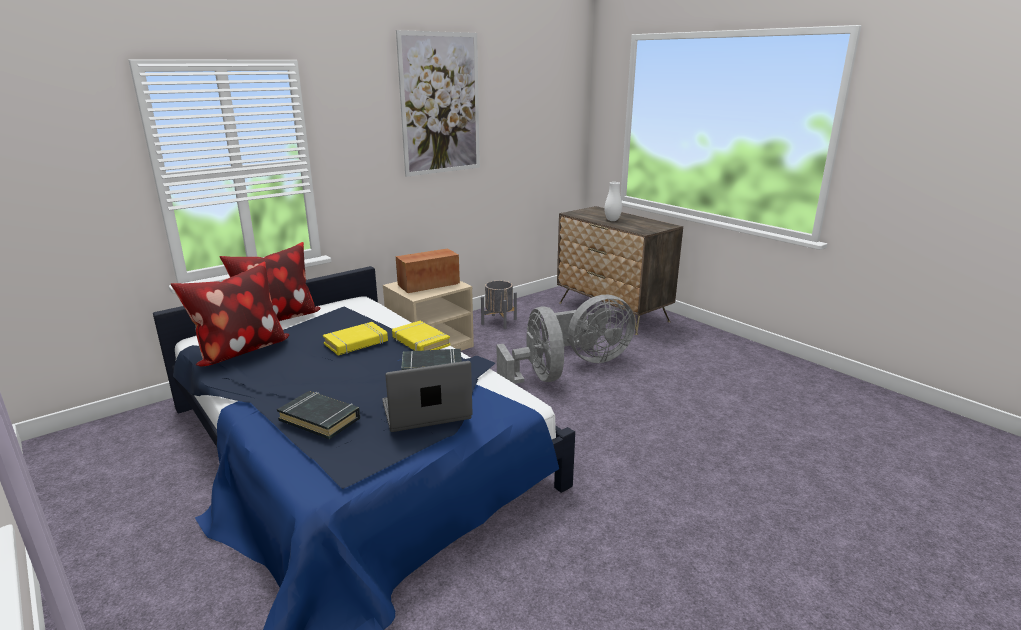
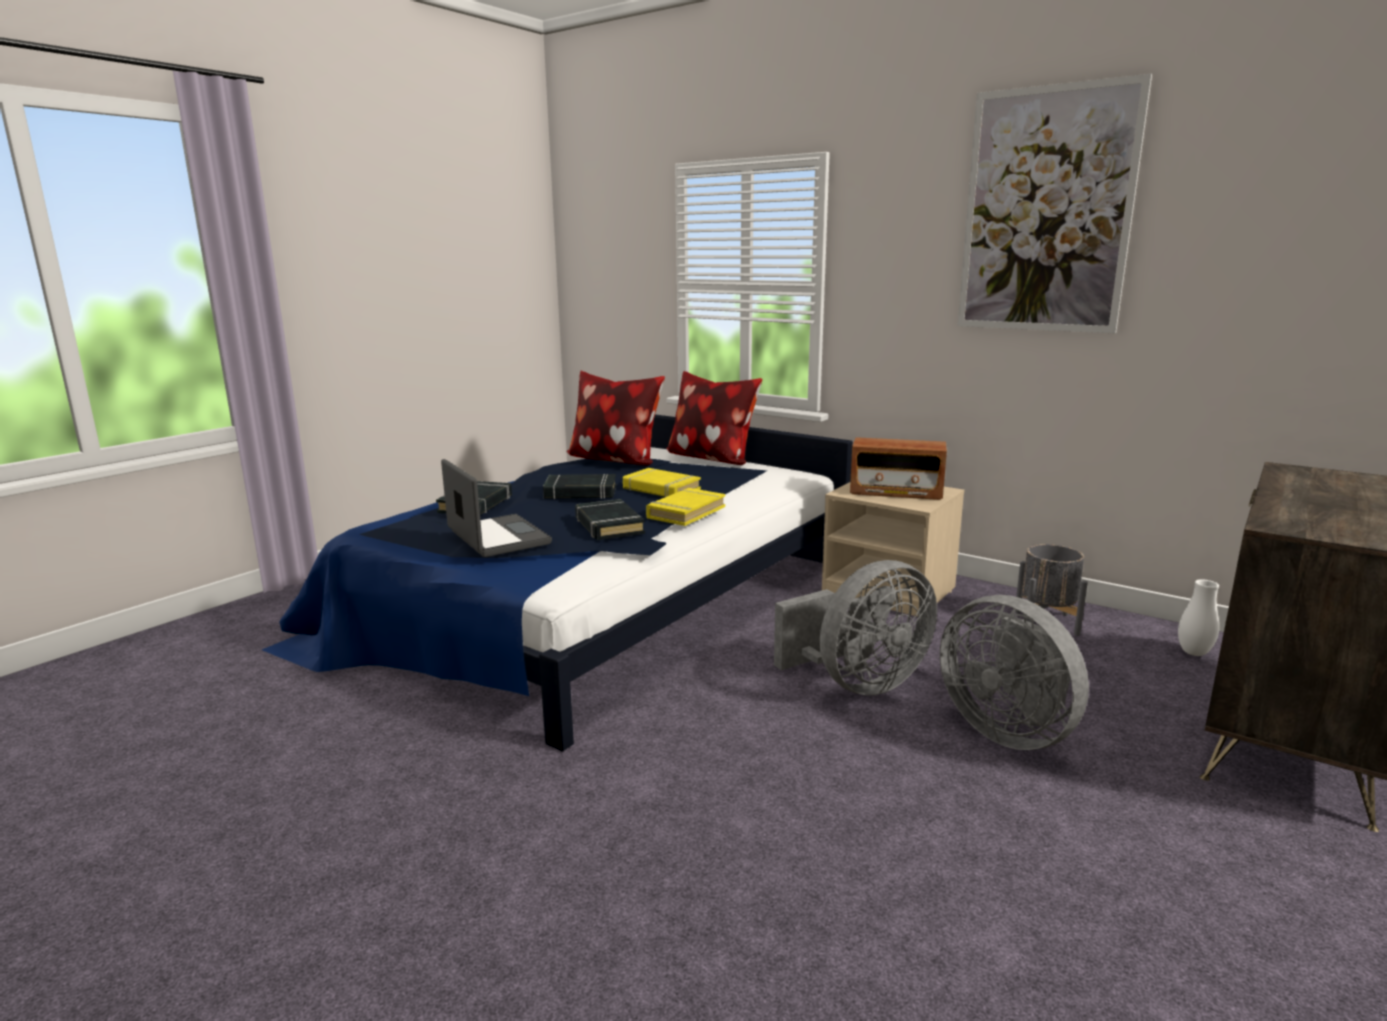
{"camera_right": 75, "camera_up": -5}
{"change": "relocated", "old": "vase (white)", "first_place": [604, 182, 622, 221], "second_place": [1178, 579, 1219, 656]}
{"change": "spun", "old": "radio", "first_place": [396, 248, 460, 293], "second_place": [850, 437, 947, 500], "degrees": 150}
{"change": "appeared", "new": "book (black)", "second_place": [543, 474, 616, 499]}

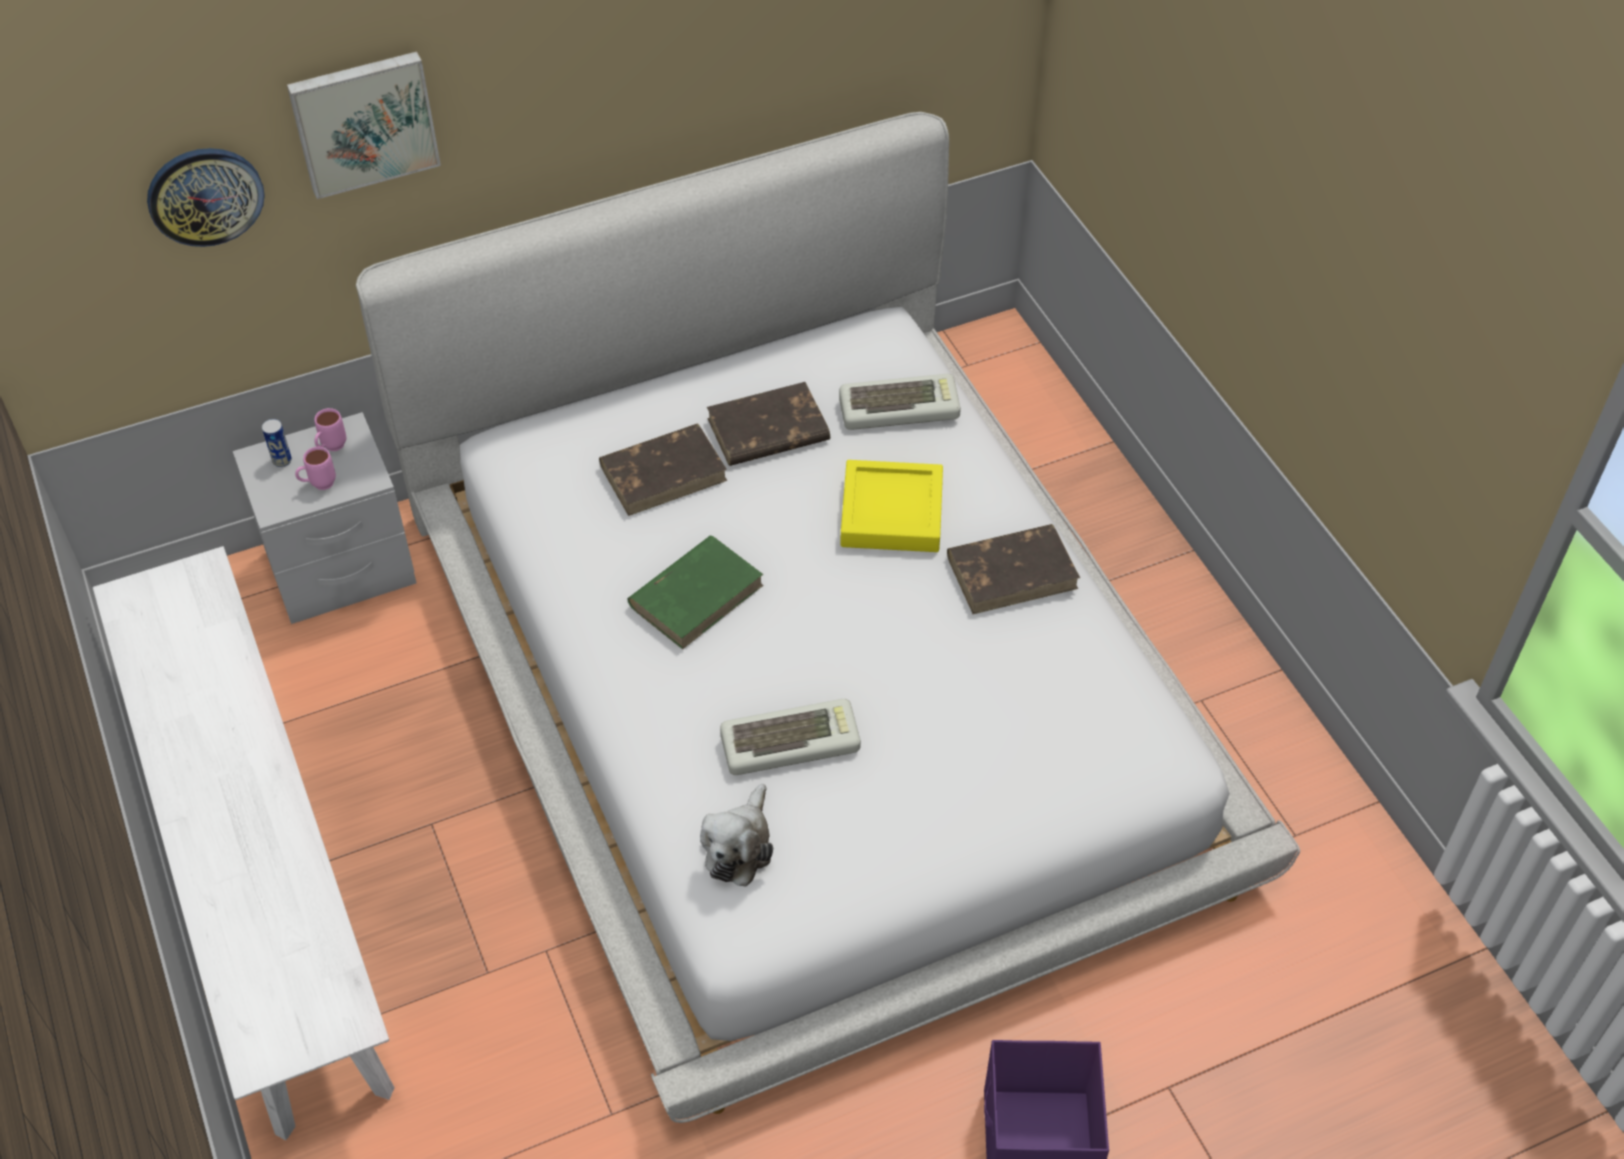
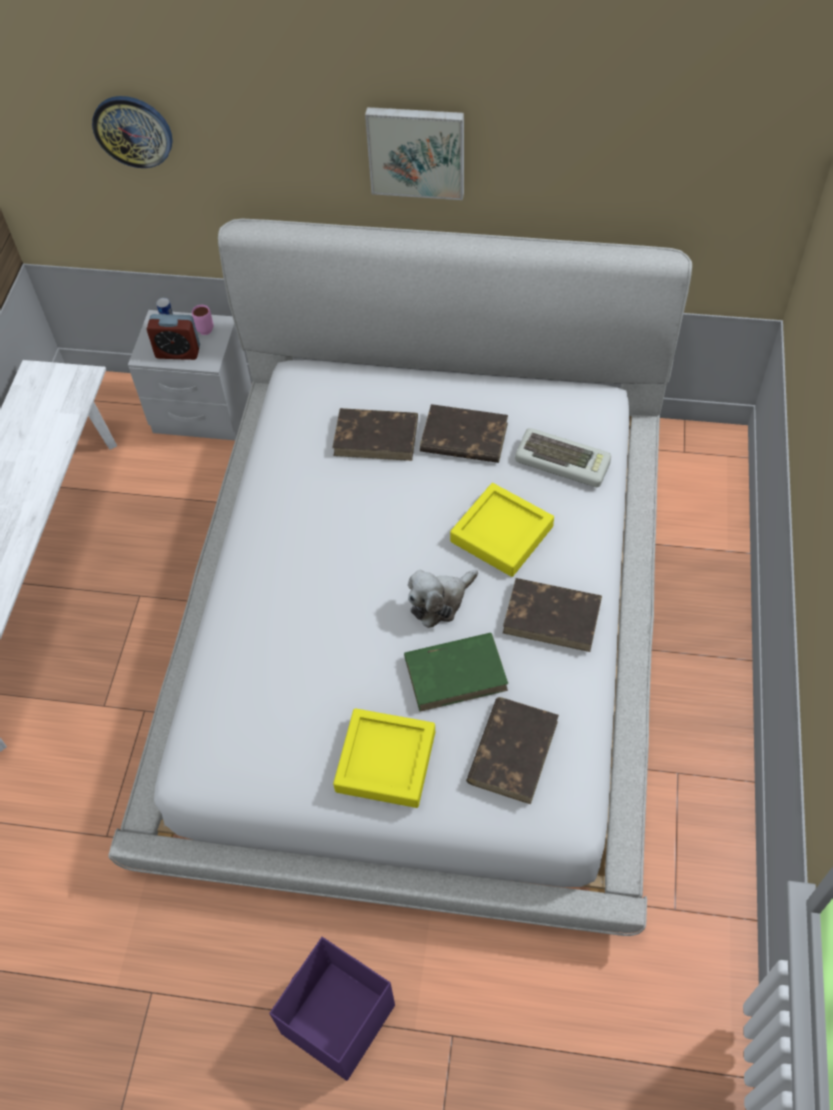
{"camera_right": 35, "camera_up": 5}
{"change": "relocated", "old": "picture", "first_place": [287, 51, 441, 199], "second_place": [365, 107, 464, 200]}
{"change": "exchanged", "old": "mug (pink)", "new": "alarm clock", "first_place": [295, 447, 336, 490], "second_place": [147, 314, 200, 360]}
{"change": "relocated", "old": "book (green)", "first_place": [628, 536, 764, 649], "second_place": [404, 633, 508, 712]}
{"change": "missing", "old": "keyboard", "first_place": [720, 699, 861, 775]}
{"change": "relocated", "old": "plush toy", "first_place": [700, 784, 773, 887], "second_place": [408, 570, 478, 628]}
{"change": "appeared", "new": "book (brown)", "second_place": [466, 697, 559, 804]}
{"change": "appeared", "new": "tray (yellow)", "second_place": [333, 708, 435, 808]}

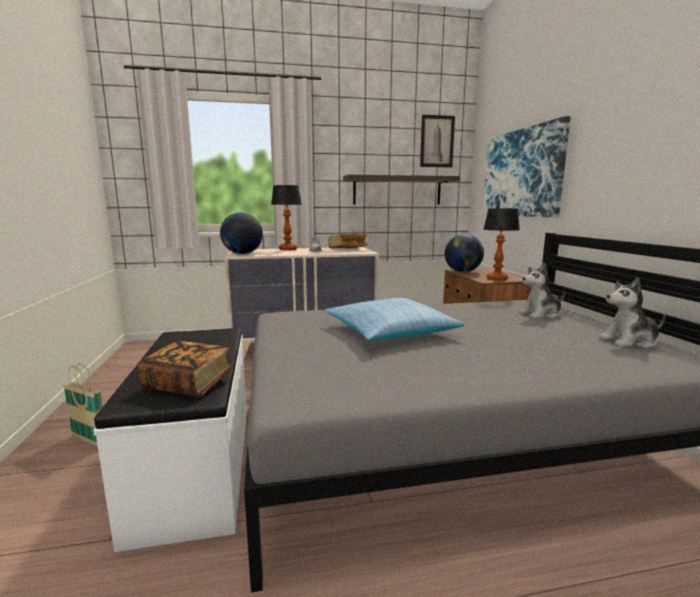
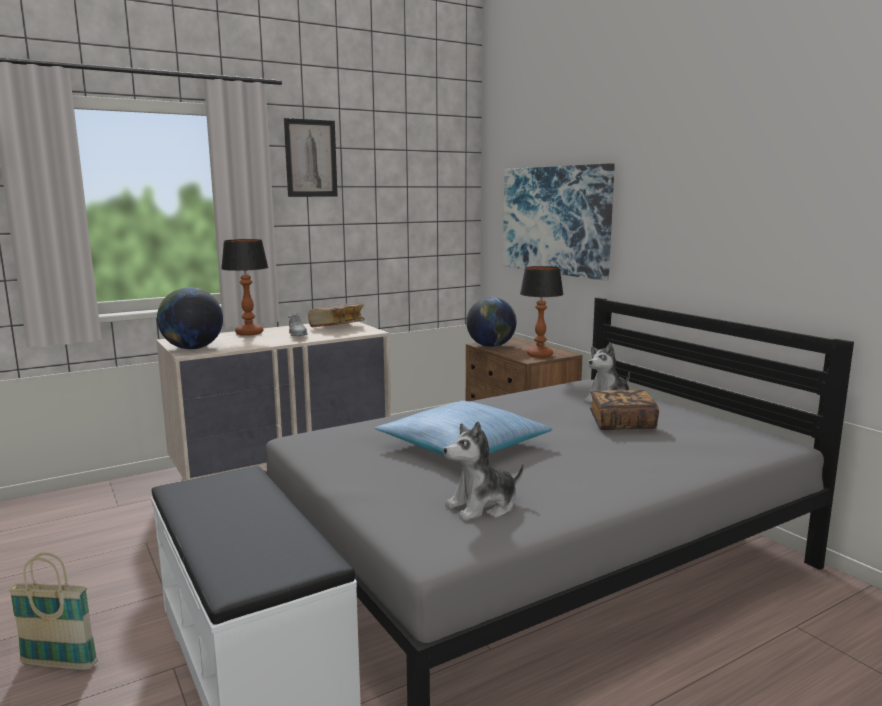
{"camera_right": -20, "camera_up": 0}
{"change": "relocated", "old": "picture", "first_place": [420, 114, 455, 167], "second_place": [284, 118, 338, 197]}
{"change": "missing", "old": "shelf", "first_place": [343, 174, 460, 205]}
{"change": "relocated", "old": "plush toy", "first_place": [599, 277, 665, 348], "second_place": [444, 421, 524, 521]}
{"change": "relocated", "old": "book", "first_place": [137, 341, 233, 397], "second_place": [590, 390, 659, 430]}

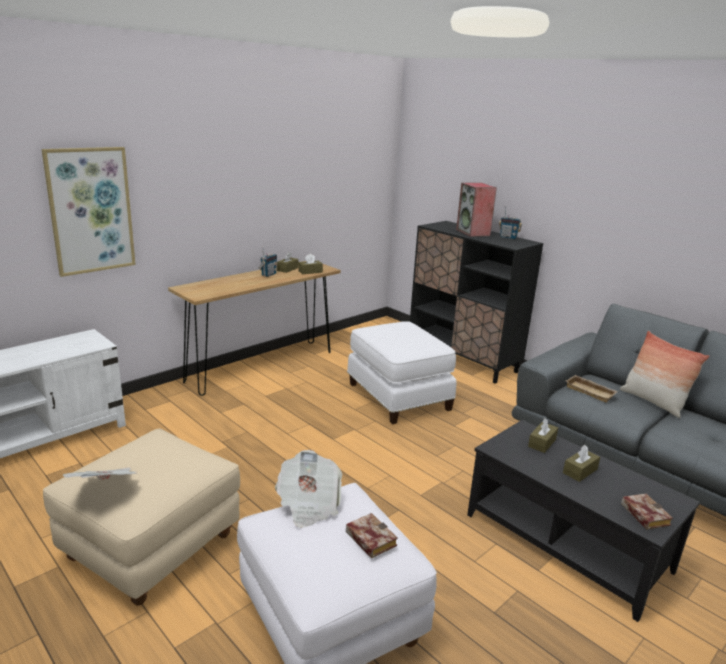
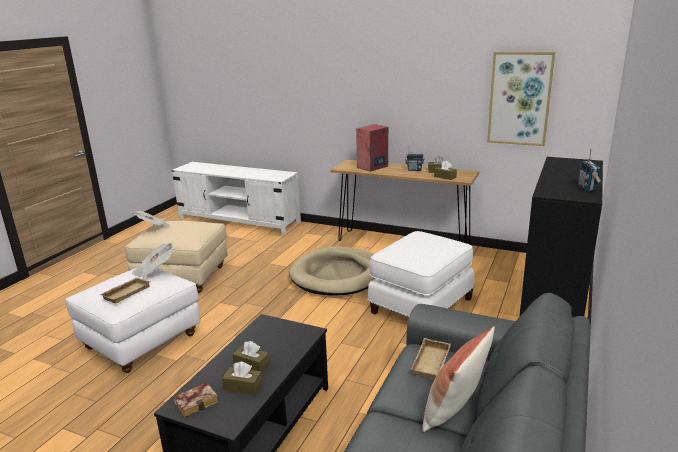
{"camera_right": 70, "camera_up": 0}
{"change": "relocated", "old": "picture", "first_place": [41, 147, 136, 277], "second_place": [487, 52, 555, 146]}
{"change": "relocated", "old": "speaker", "first_place": [456, 183, 497, 237], "second_place": [356, 124, 388, 172]}
{"change": "relocated", "old": "tissue box (brown)", "first_place": [528, 418, 558, 453], "second_place": [222, 362, 262, 395]}
{"change": "exchanged", "old": "book", "new": "tray (beige)", "first_place": [346, 513, 398, 558], "second_place": [99, 277, 150, 304]}
{"change": "appeared", "new": "dog bed (beige)", "second_place": [289, 246, 375, 296]}

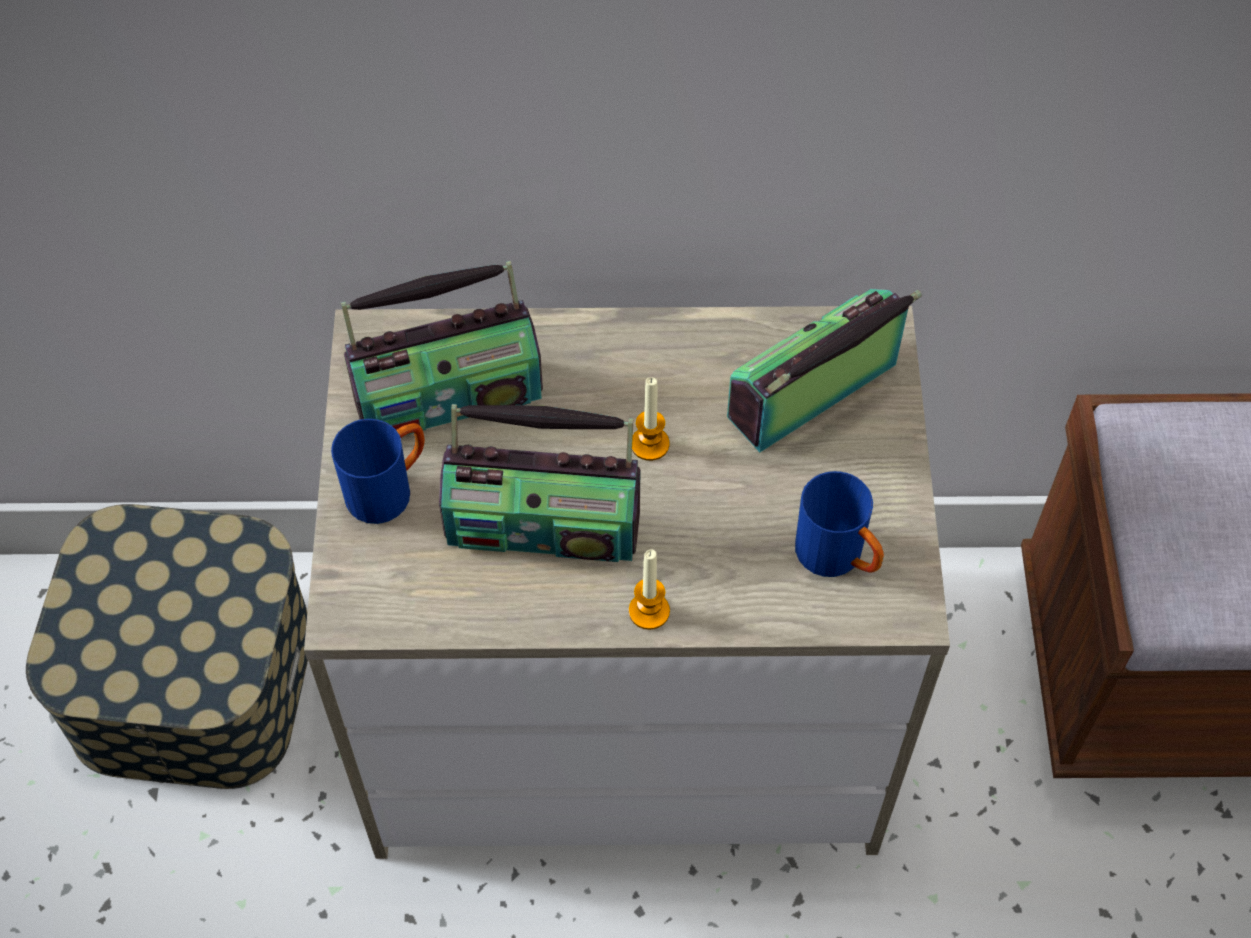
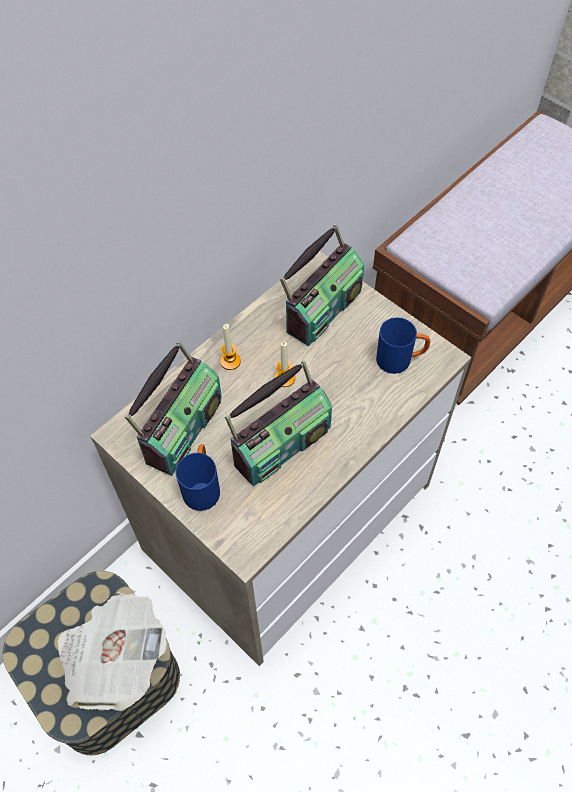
{"camera_right": -45, "camera_up": 0}
{"change": "spun", "old": "radio", "first_place": [727, 289, 922, 452], "second_place": [280, 224, 364, 346], "degrees": -150}
{"change": "relocated", "old": "candle", "first_place": [629, 549, 670, 630], "second_place": [220, 324, 241, 370]}
{"change": "appeared", "new": "newspaper", "second_place": [57, 592, 167, 711]}

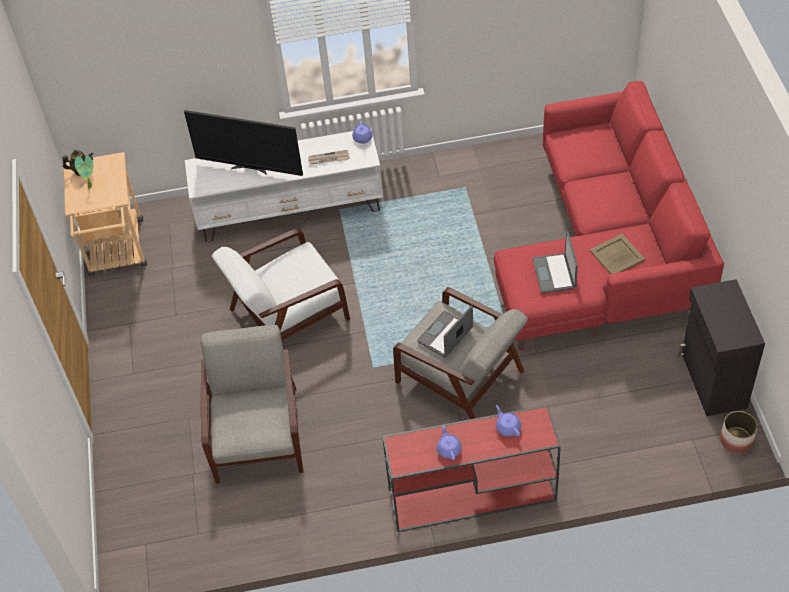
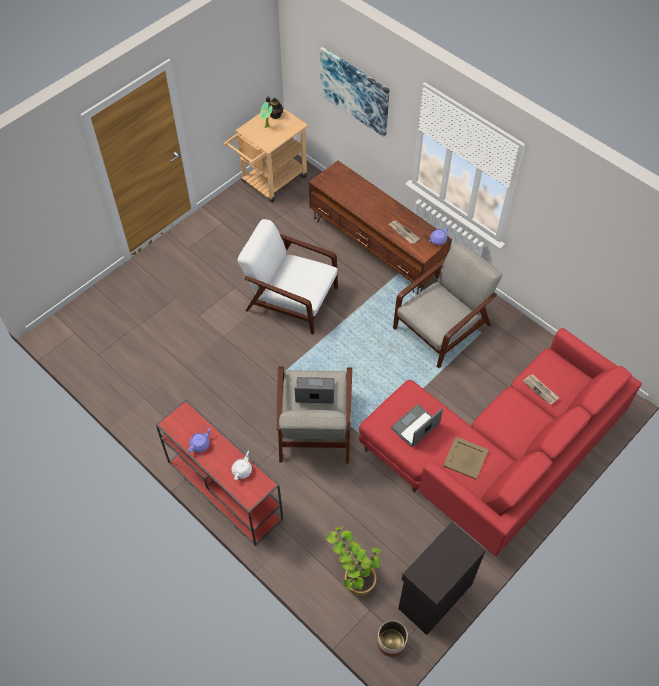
{"camera_right": 50, "camera_up": 5}
{"change": "missing", "old": "television", "first_place": [184, 110, 303, 176]}
{"change": "colour", "old": "tv stand (white)", "new": "tv stand (brown)", "first_place": [185, 128, 383, 242], "second_place": [309, 160, 452, 295]}
{"change": "relocated", "old": "armchair (grey)", "first_place": [201, 325, 304, 484], "second_place": [393, 241, 502, 368]}
{"change": "colour", "old": "teapot (purple)", "new": "teapot (white)", "first_place": [496, 405, 521, 437], "second_place": [232, 451, 252, 481]}
{"change": "appeared", "new": "picture", "second_place": [320, 47, 390, 137]}
{"change": "appeared", "new": "newspaper", "second_place": [523, 375, 559, 405]}
{"change": "appeared", "new": "potted plant", "second_place": [326, 526, 382, 596]}

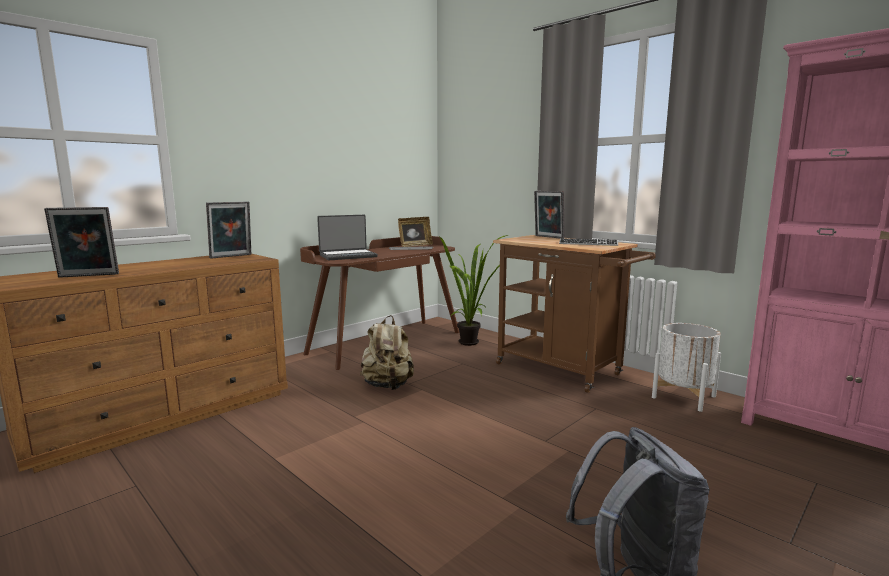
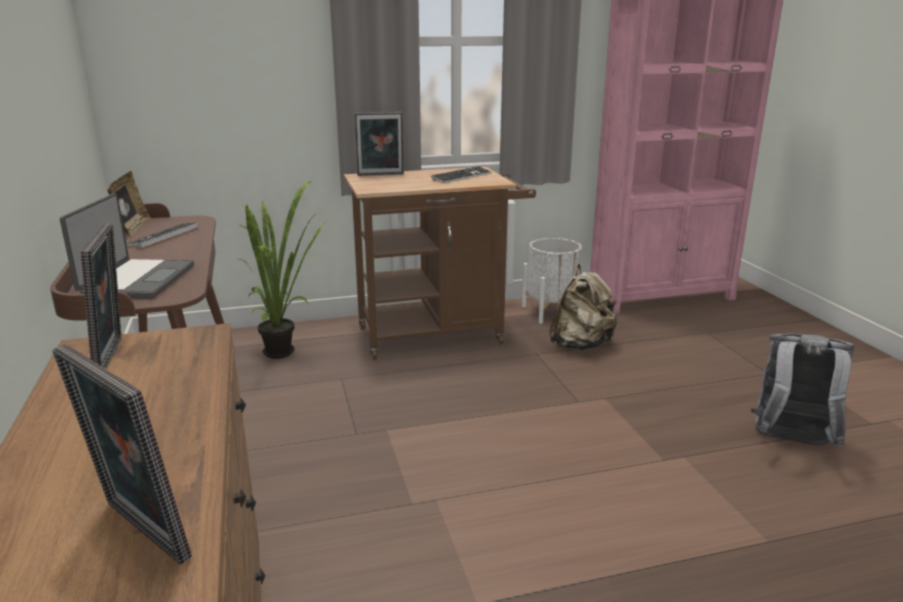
{"camera_right": -60, "camera_up": 10}
{"change": "spun", "old": "picture frame", "first_place": [44, 207, 119, 278], "second_place": [52, 344, 192, 564], "degrees": 120}
{"change": "relocated", "old": "backpack (beige)", "first_place": [360, 315, 414, 390], "second_place": [549, 264, 618, 350]}

